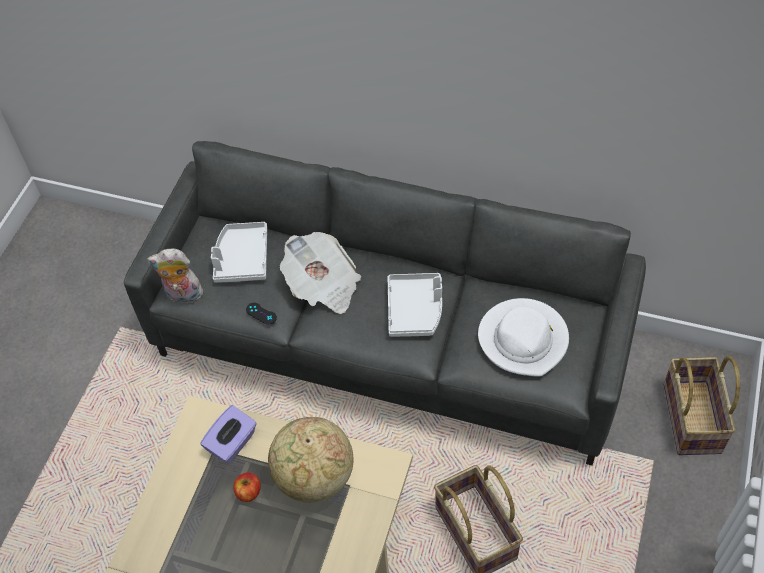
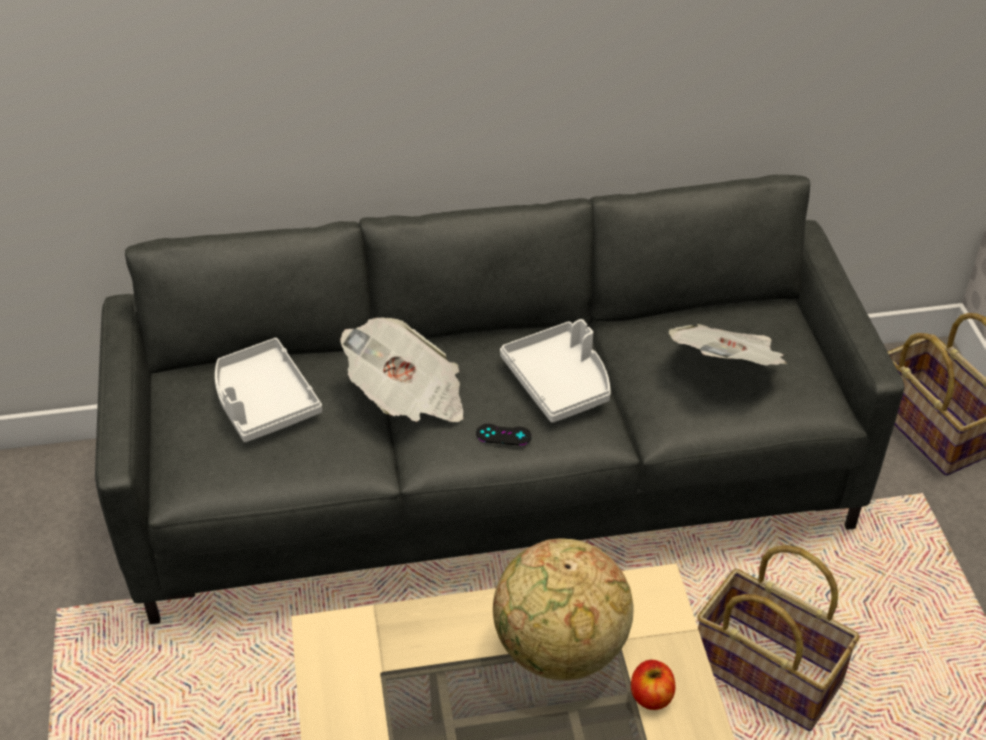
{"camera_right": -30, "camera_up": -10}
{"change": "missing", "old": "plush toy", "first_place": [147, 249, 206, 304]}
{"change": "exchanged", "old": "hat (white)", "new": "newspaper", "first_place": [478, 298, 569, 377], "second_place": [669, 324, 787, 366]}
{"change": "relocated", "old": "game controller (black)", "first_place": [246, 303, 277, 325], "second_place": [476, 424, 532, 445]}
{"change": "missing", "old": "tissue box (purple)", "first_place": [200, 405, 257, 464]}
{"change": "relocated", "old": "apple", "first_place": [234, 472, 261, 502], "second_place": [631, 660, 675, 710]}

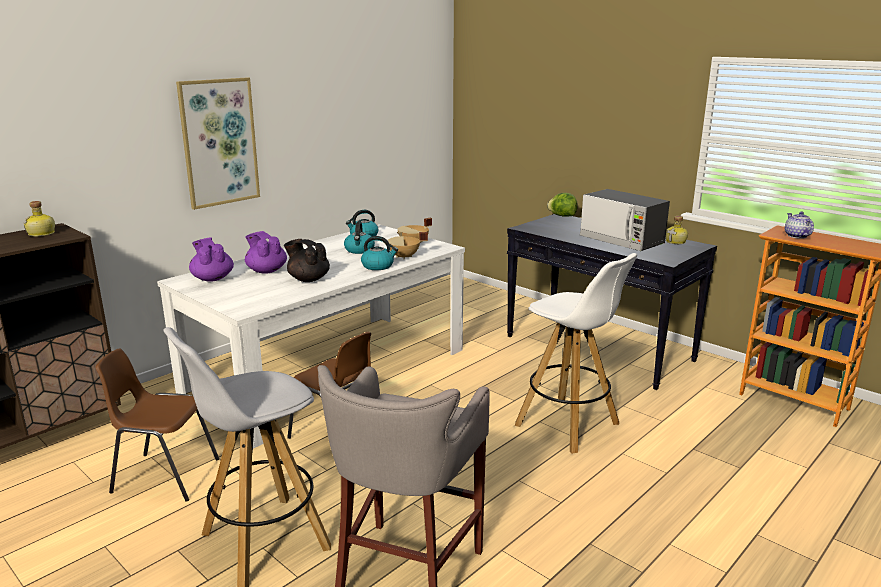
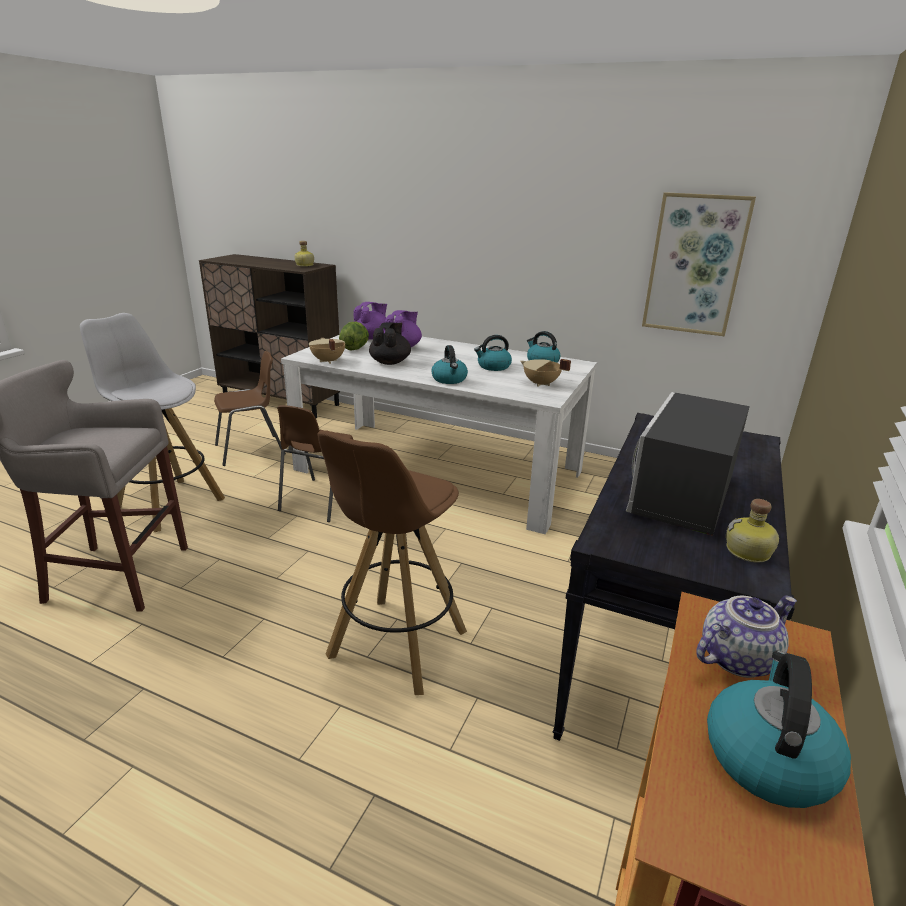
{"camera_right": 70, "camera_up": 5}
{"change": "relocated", "old": "picture", "first_place": [176, 77, 260, 210], "second_place": [642, 192, 756, 336]}
{"change": "relocated", "old": "lettuce", "first_place": [547, 193, 577, 217], "second_place": [339, 322, 369, 350]}
{"change": "relocated", "old": "cooking pot (beige)", "first_place": [383, 232, 428, 259], "second_place": [309, 338, 345, 364]}
{"change": "colour", "old": "stool (white)", "new": "stool (brown)", "first_place": [515, 253, 637, 454], "second_place": [317, 430, 467, 695]}
{"change": "spun", "old": "chair (brown)", "first_place": [95, 348, 219, 502], "second_place": [214, 351, 286, 466], "degrees": 75}
{"change": "appeared", "new": "kettle", "second_place": [707, 651, 851, 808]}

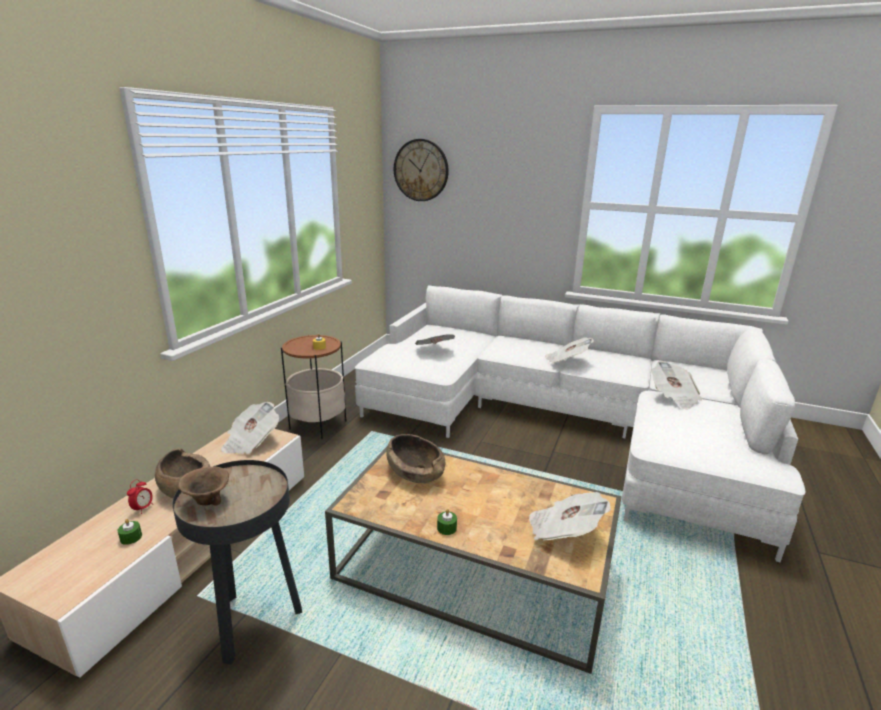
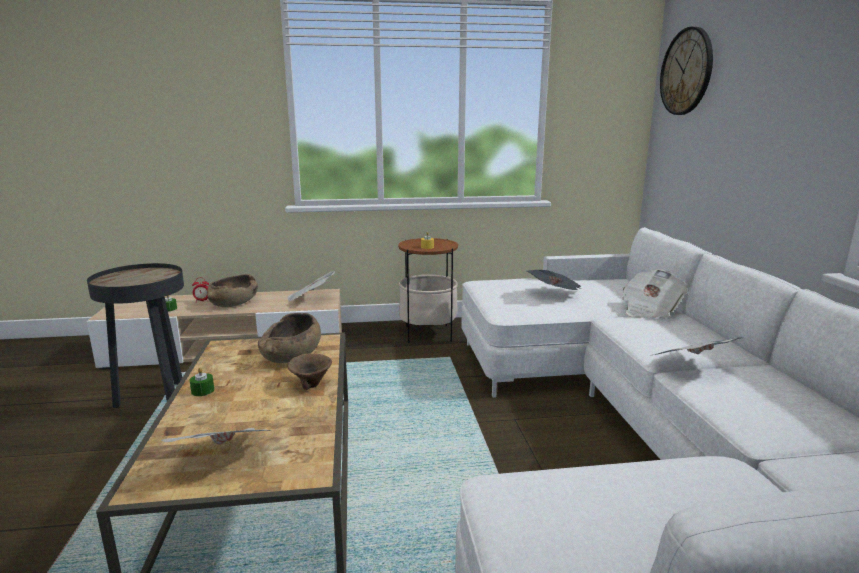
{"camera_right": 60, "camera_up": -5}
{"change": "relocated", "old": "newspaper", "first_place": [651, 361, 702, 410], "second_place": [622, 269, 688, 318]}
{"change": "relocated", "old": "bowl (brown)", "first_place": [178, 467, 229, 506], "second_place": [288, 353, 332, 390]}

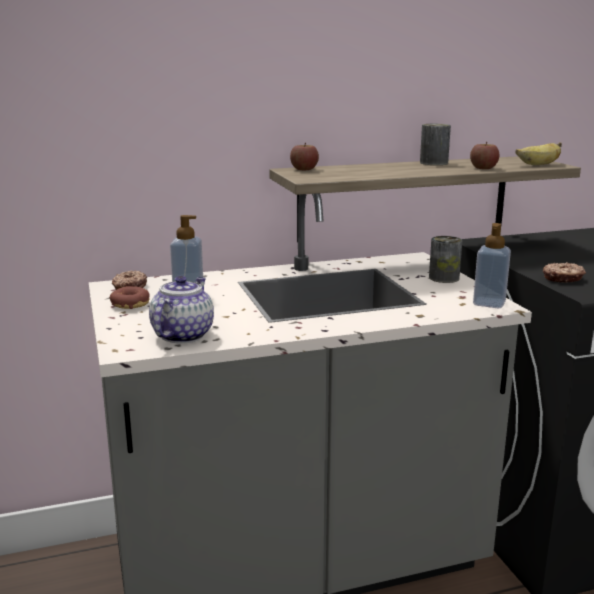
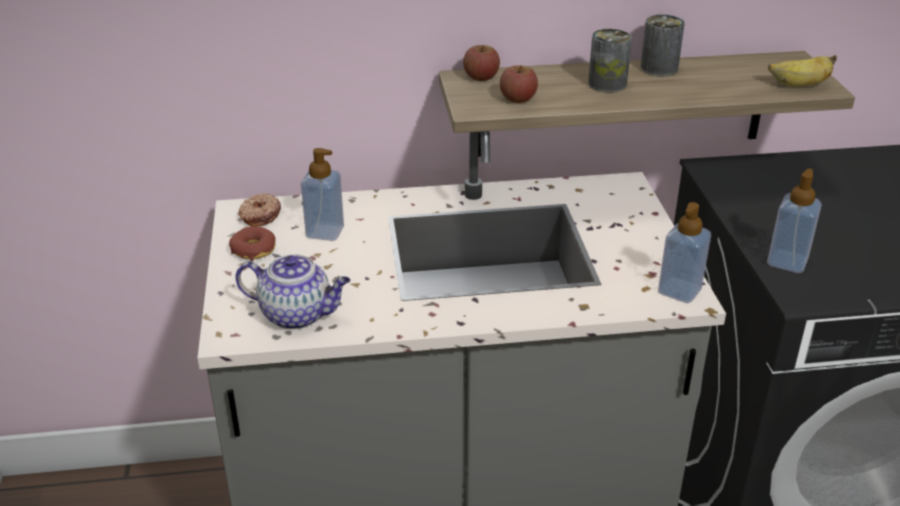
{"camera_right": 10, "camera_up": 15}
{"change": "relocated", "old": "apple", "first_place": [470, 142, 499, 169], "second_place": [500, 65, 538, 103]}
{"change": "relocated", "old": "can", "first_place": [429, 236, 462, 283], "second_place": [588, 29, 632, 93]}
{"change": "exchanged", "old": "donut", "new": "soap dispenser", "first_place": [543, 262, 586, 283], "second_place": [767, 168, 822, 273]}
{"change": "spun", "old": "teapot", "first_place": [149, 276, 214, 343], "second_place": [235, 254, 351, 329], "degrees": 75}

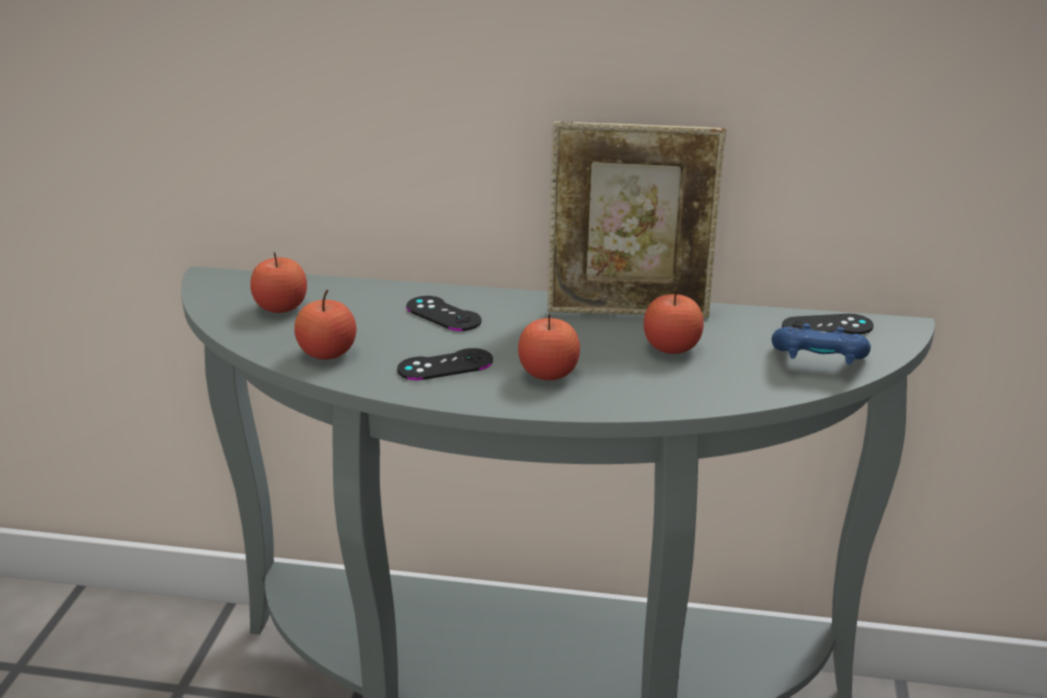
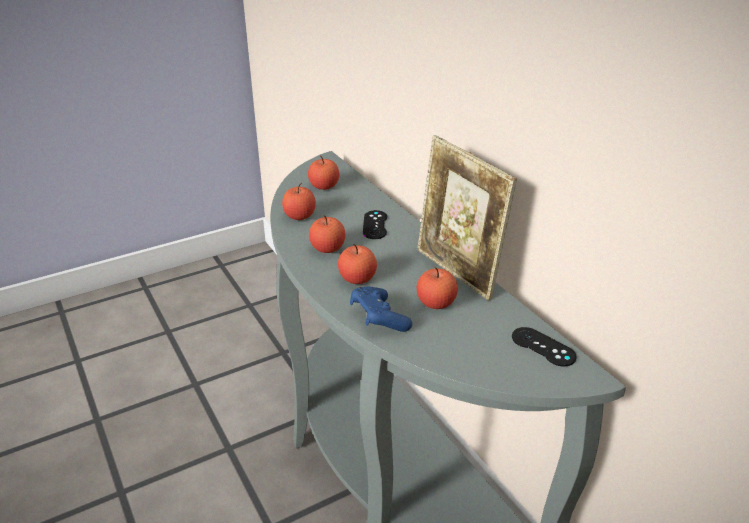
{"camera_right": 50, "camera_up": 5}
{"change": "relocated", "old": "game controller (blue)", "first_place": [772, 324, 871, 365], "second_place": [350, 287, 412, 332]}
{"change": "exchanged", "old": "game controller (black)", "new": "apple", "first_place": [397, 348, 493, 380], "second_place": [309, 215, 346, 253]}

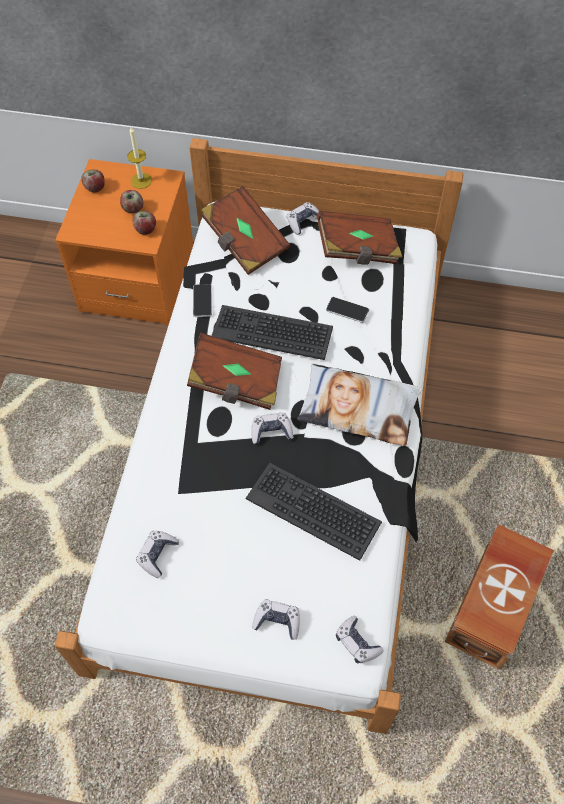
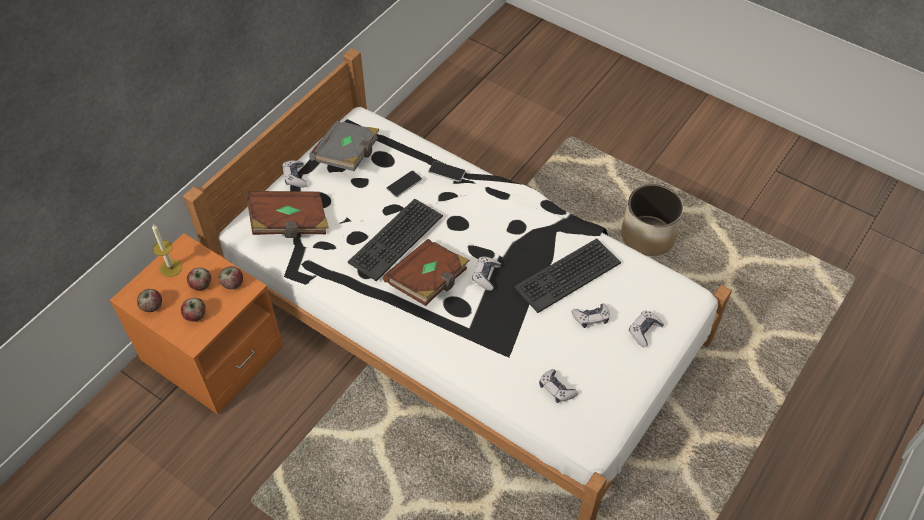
{"camera_right": -65, "camera_up": -5}
{"change": "colour", "old": "book (brown)", "new": "book (grey)", "first_place": [317, 211, 402, 265], "second_place": [309, 121, 379, 171]}
{"change": "relocated", "old": "phone", "first_place": [193, 284, 212, 317], "second_place": [428, 161, 466, 182]}
{"change": "missing", "old": "pillow", "first_place": [297, 364, 422, 446]}
{"change": "exchanged", "old": "storage box (brown)", "new": "planter", "first_place": [445, 524, 554, 670], "second_place": [622, 184, 684, 256]}
{"change": "relocated", "old": "game controller", "first_place": [336, 616, 384, 663], "second_place": [572, 303, 610, 328]}
{"change": "appeared", "new": "apple", "second_place": [181, 298, 205, 322]}

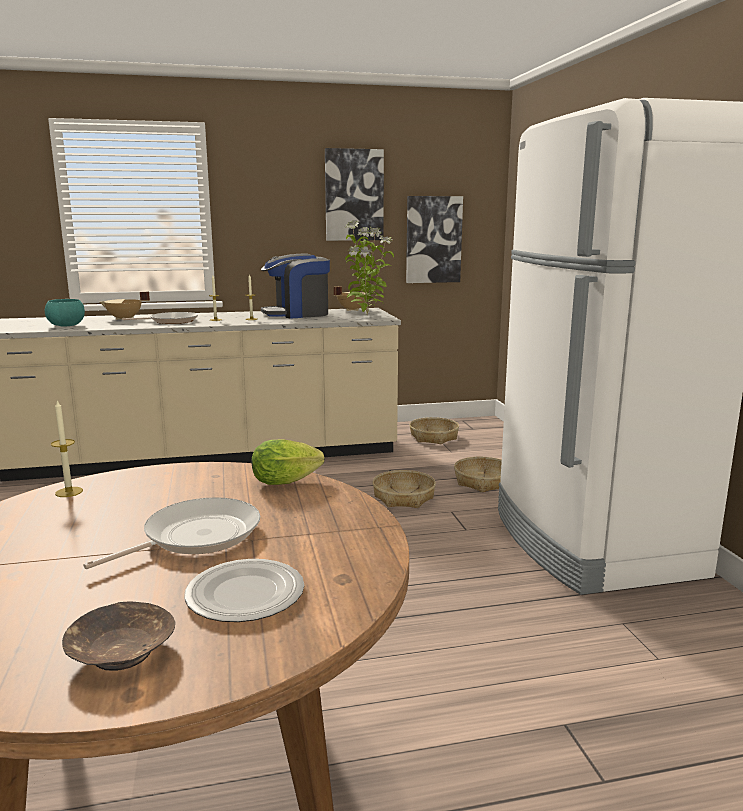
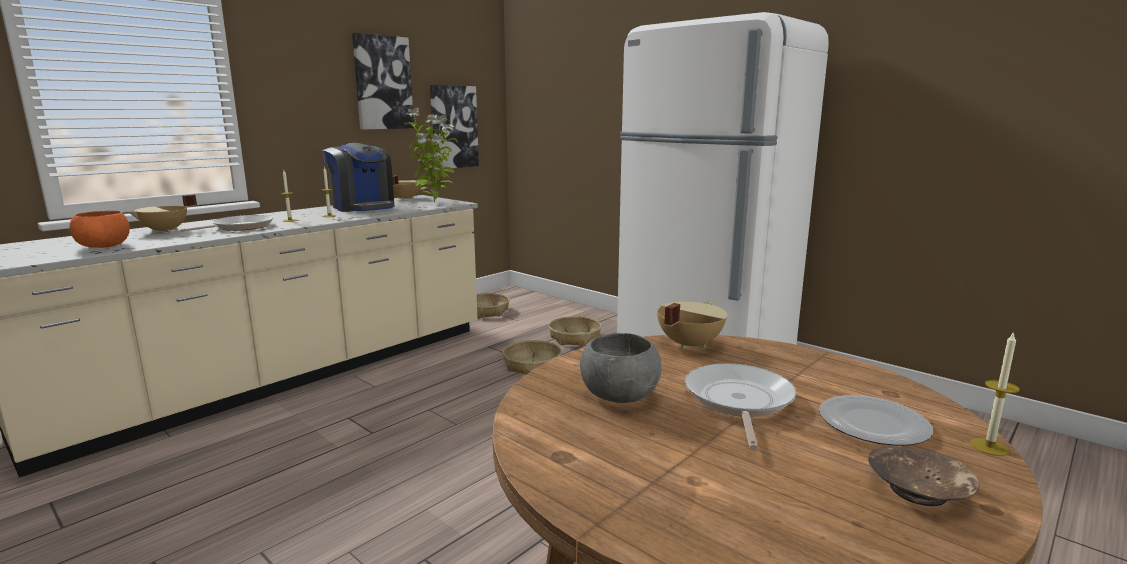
{"camera_right": -35, "camera_up": 0}
{"change": "spun", "old": "coffee machine", "first_place": [261, 253, 330, 319], "second_place": [322, 143, 394, 212], "degrees": -75}
{"change": "colour", "old": "bowl (turquoise)", "new": "bowl (orange)", "first_place": [45, 299, 85, 326], "second_place": [70, 211, 130, 248]}
{"change": "relocated", "old": "candle", "first_place": [51, 400, 83, 497], "second_place": [970, 331, 1020, 456]}
{"change": "exchanged", "old": "lettuce", "new": "cooking pot (beige)", "first_place": [252, 440, 325, 485], "second_place": [657, 301, 727, 350]}
{"change": "appeared", "new": "bowl (grey)", "second_place": [580, 333, 661, 403]}

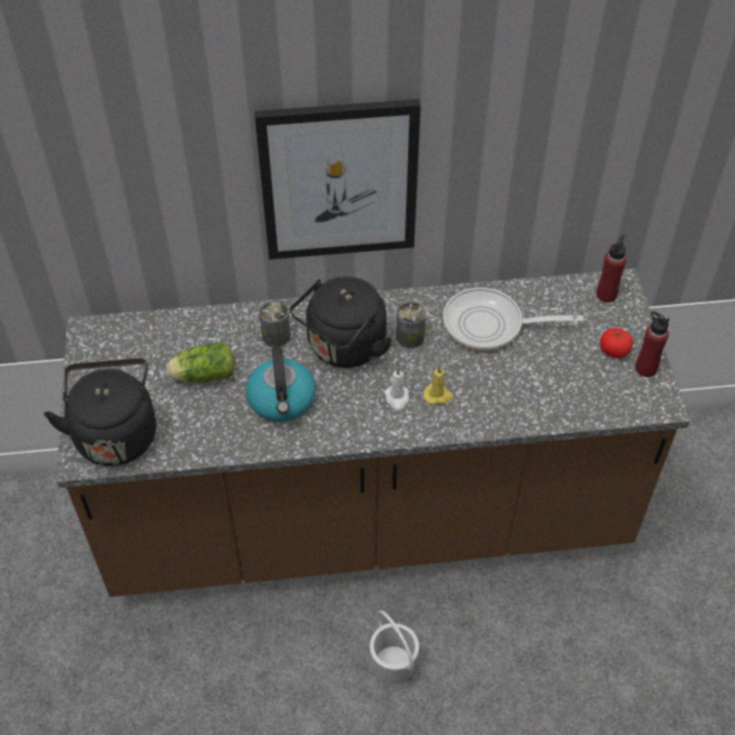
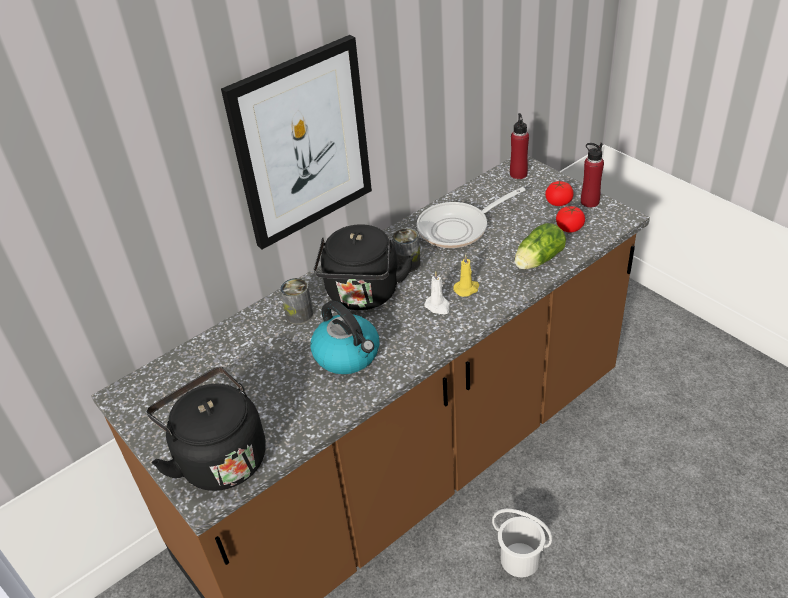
{"camera_right": -30, "camera_up": -10}
{"change": "relocated", "old": "lettuce", "first_place": [166, 342, 234, 382], "second_place": [515, 223, 566, 270]}
{"change": "appeared", "new": "tomato", "second_place": [556, 206, 585, 232]}

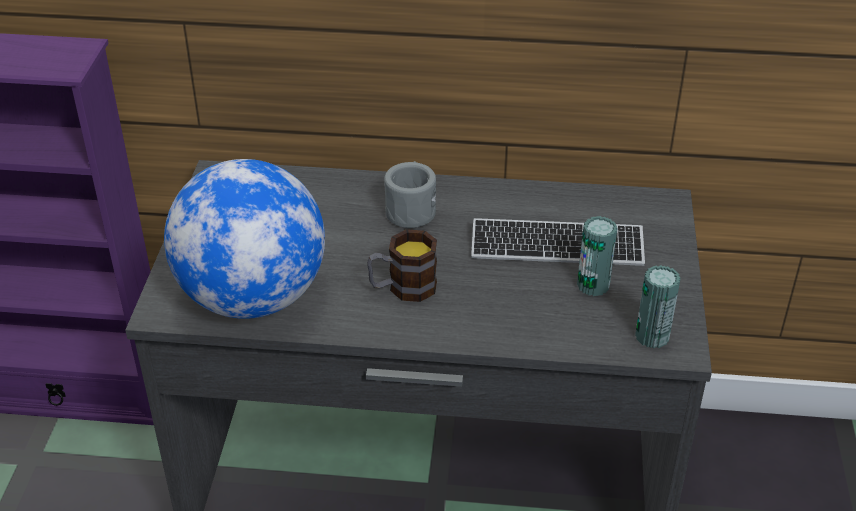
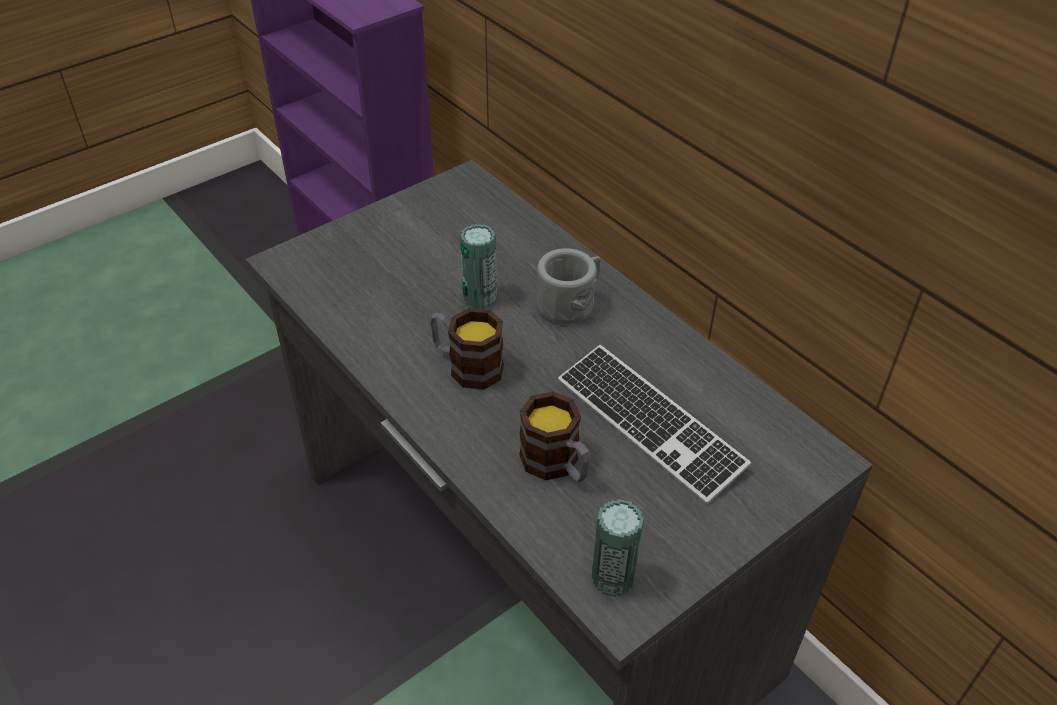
{"camera_right": 45, "camera_up": 5}
{"change": "missing", "old": "globe", "first_place": [164, 159, 325, 319]}
{"change": "relocated", "old": "can", "first_place": [577, 216, 617, 296], "second_place": [460, 224, 497, 308]}
{"change": "appeared", "new": "mug", "second_place": [519, 391, 590, 482]}

